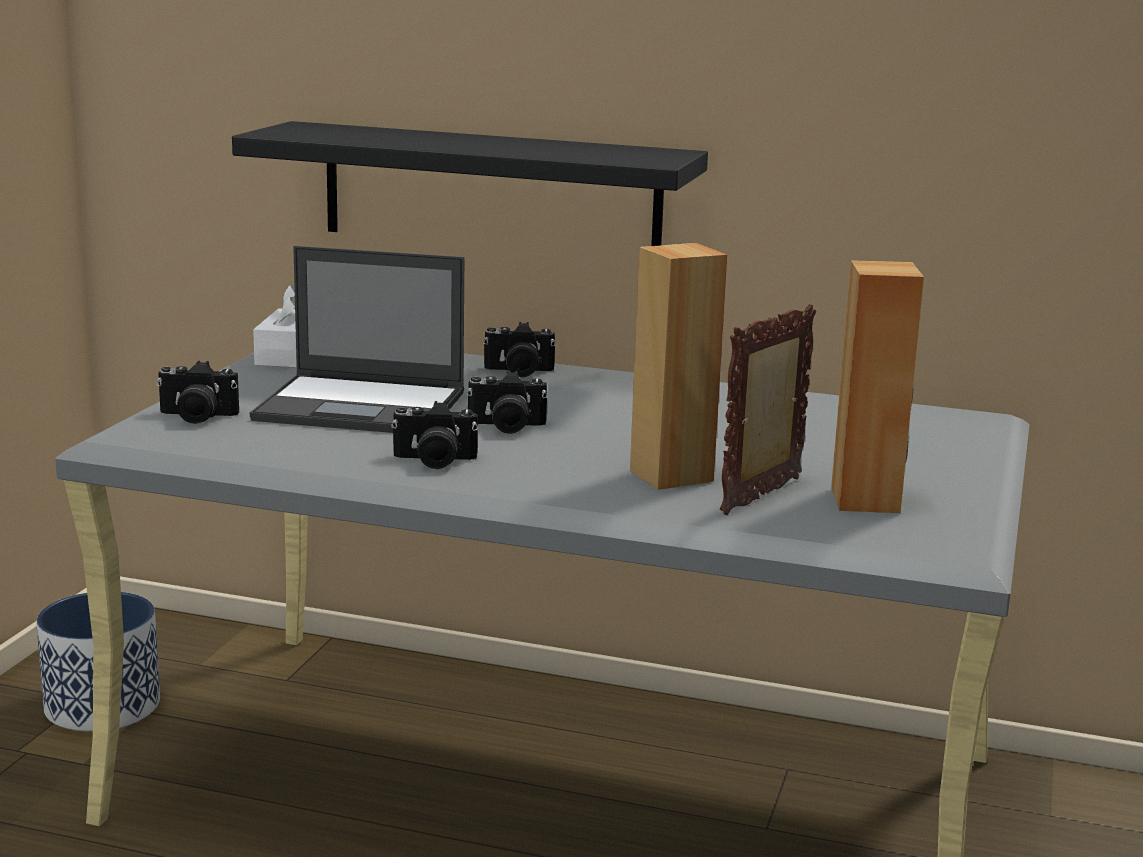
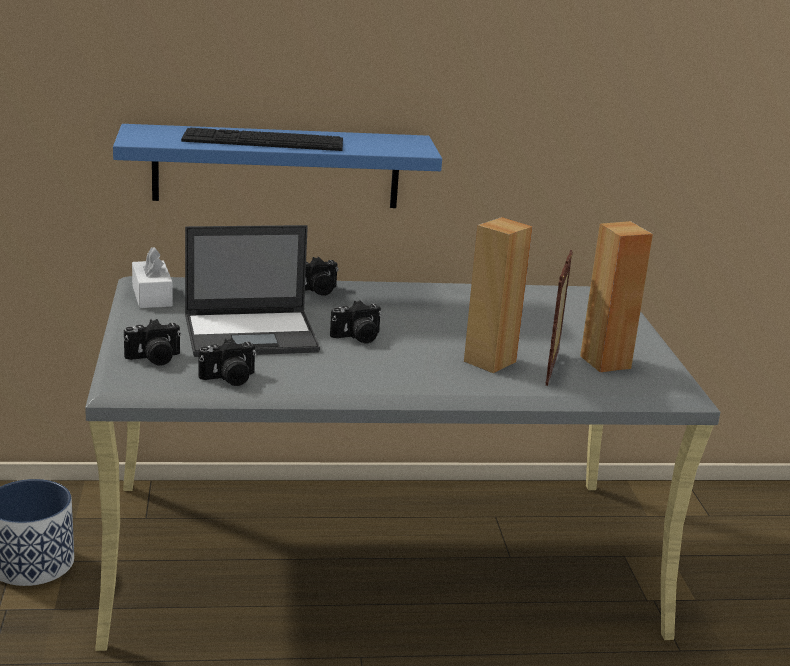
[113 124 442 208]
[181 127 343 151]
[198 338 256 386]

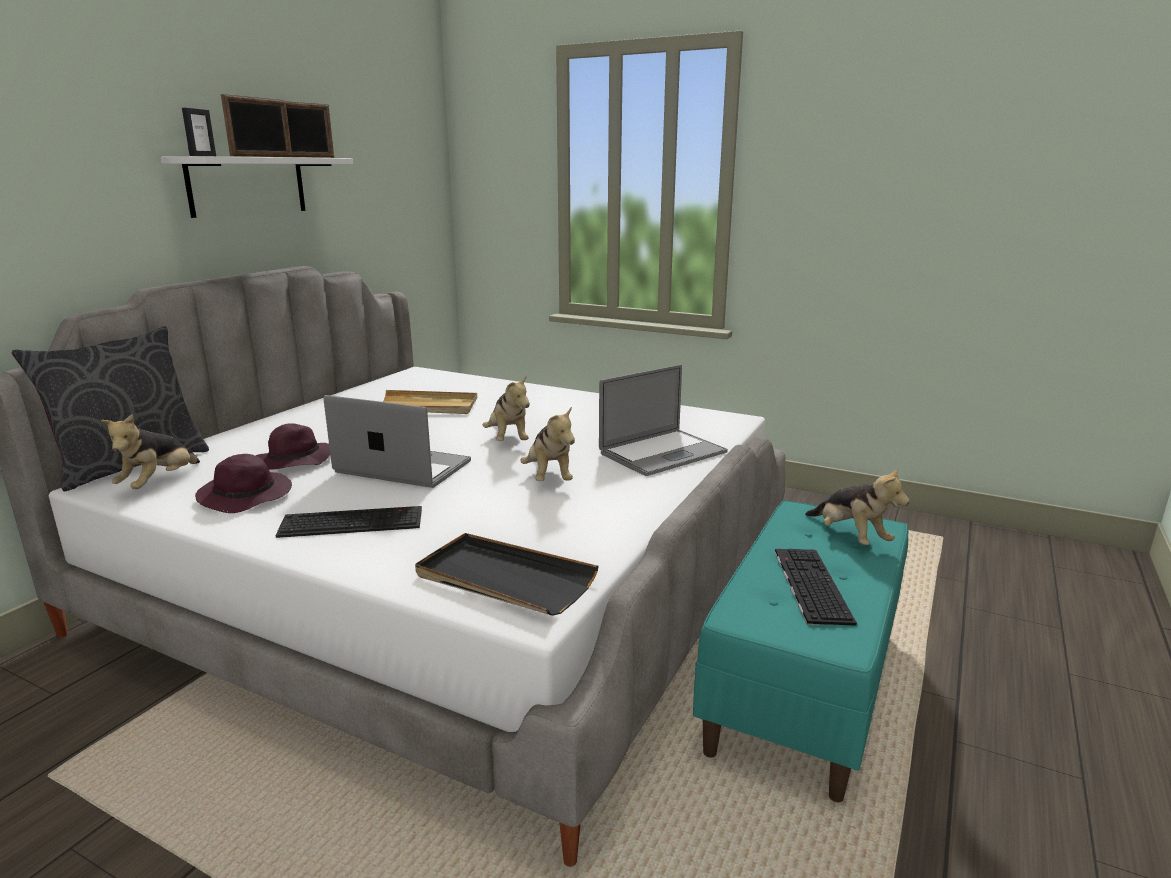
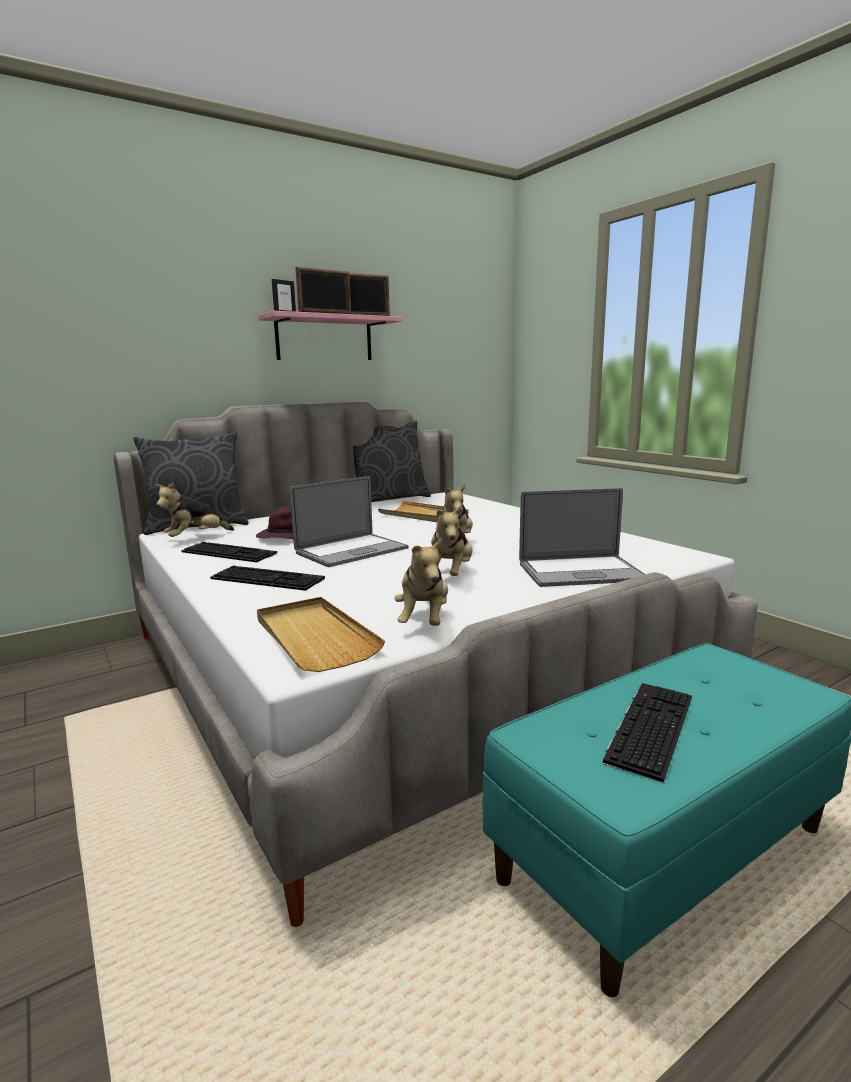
[181 542 277 562]
[257 597 385 672]
[258 311 403 360]
[290 476 409 567]
[353 420 431 502]
[394 537 448 626]

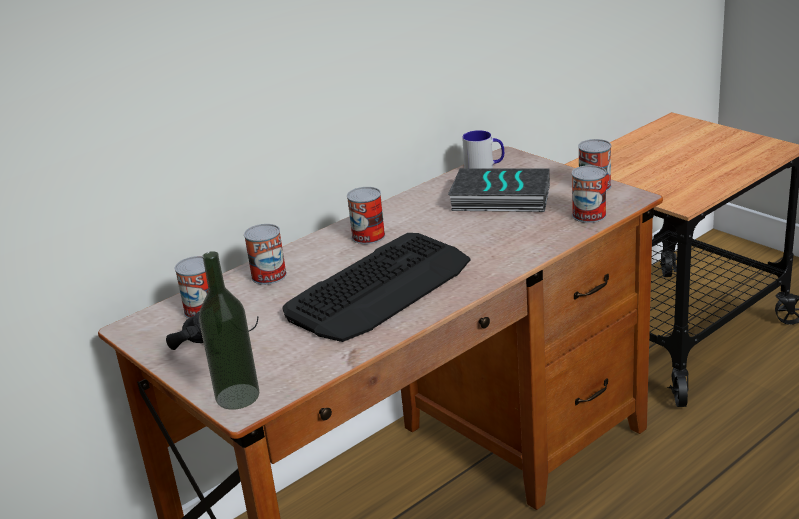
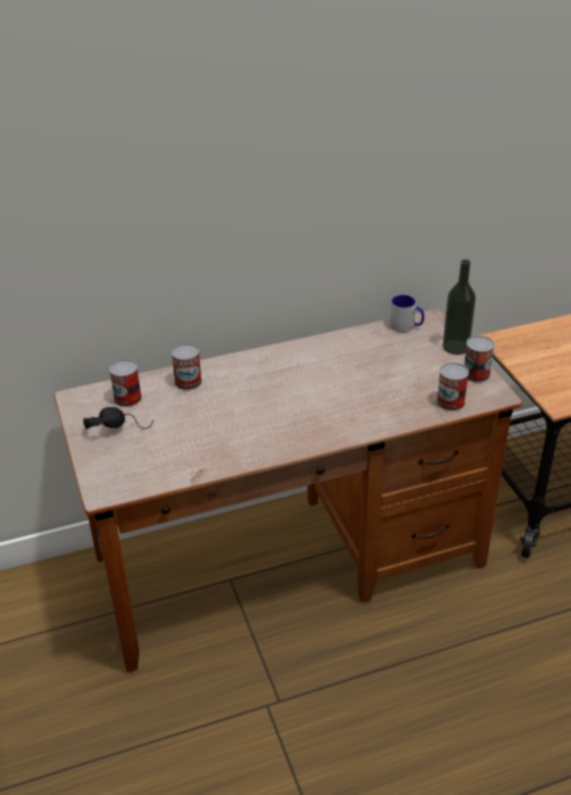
[443 259 476 355]
[282 233 470 342] (first image)
[347 187 385 244] (first image)
[448 168 550 212] (first image)

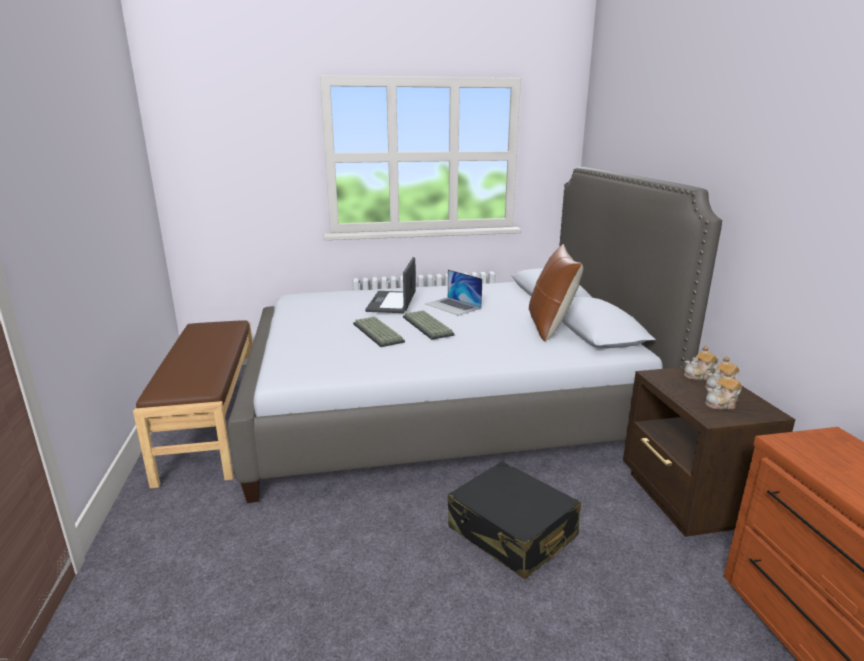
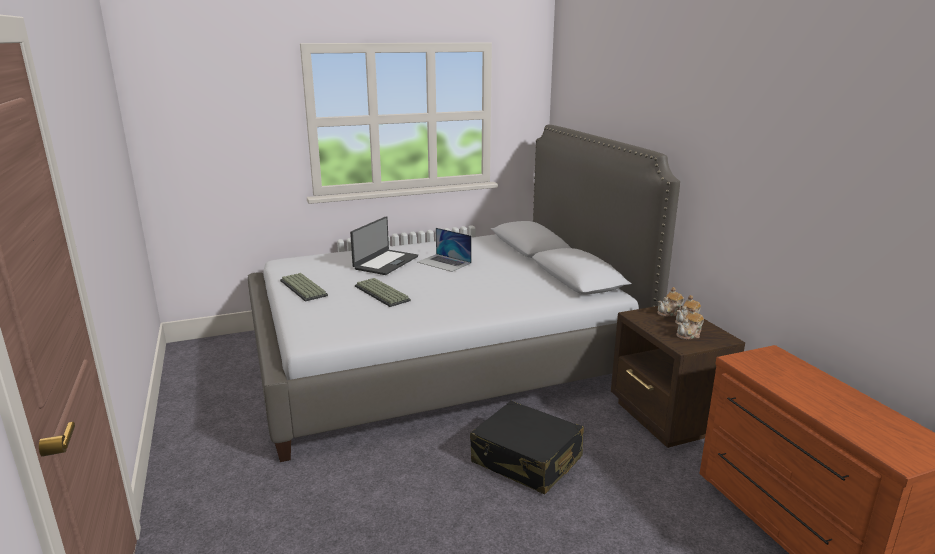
[280 273 328 301]
[350 216 418 275]
[133 320 253 488] (first image)
[529 244 583 342] (first image)

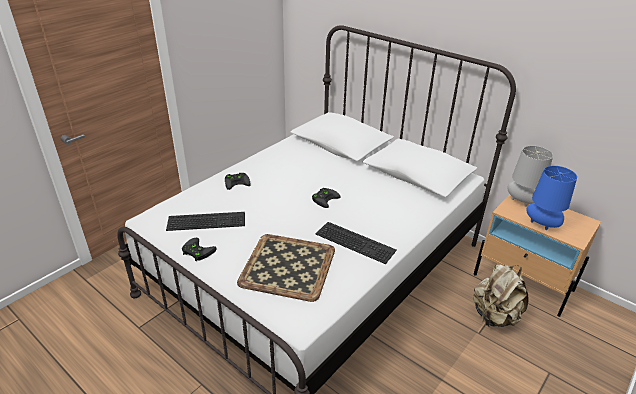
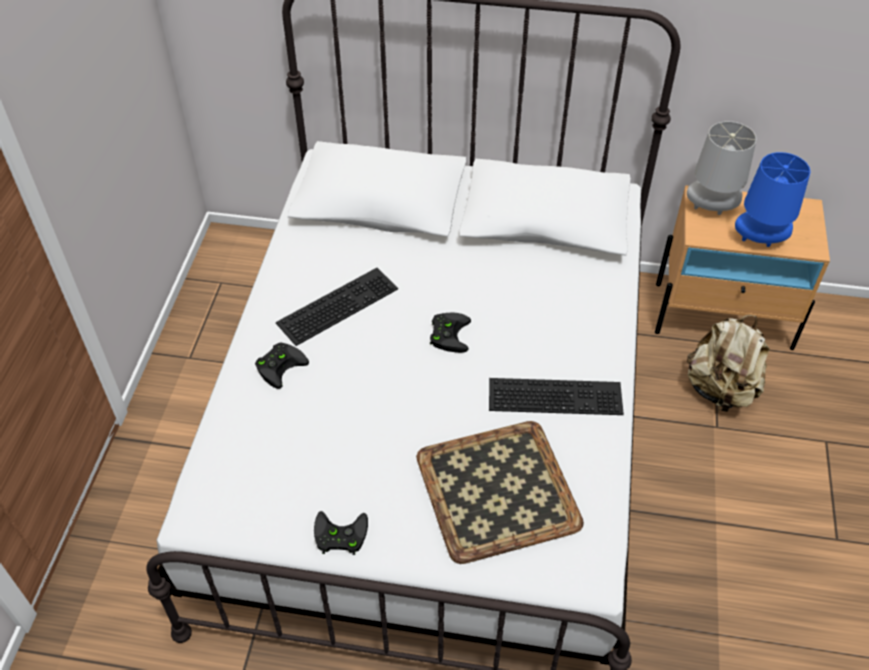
[276 268 398 346]

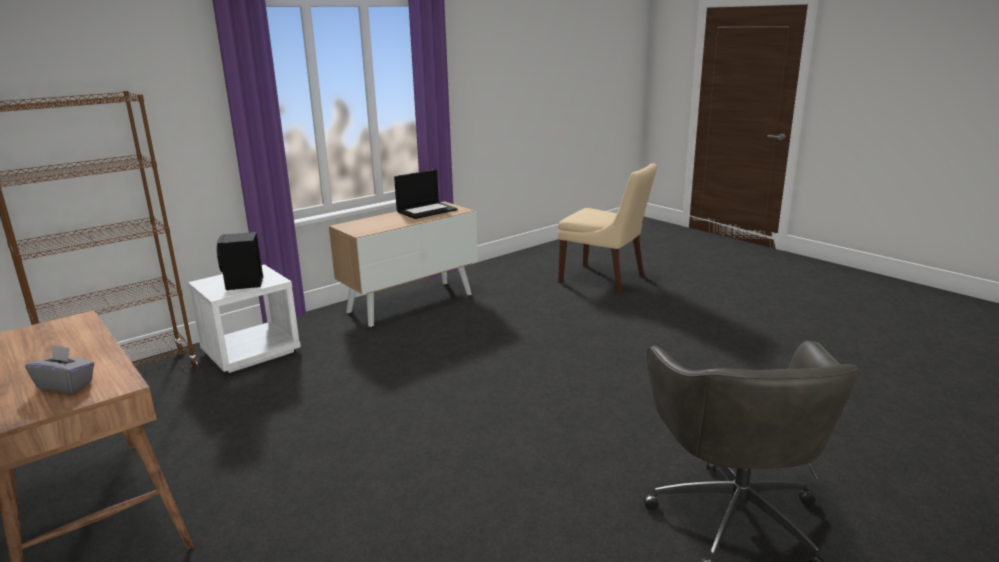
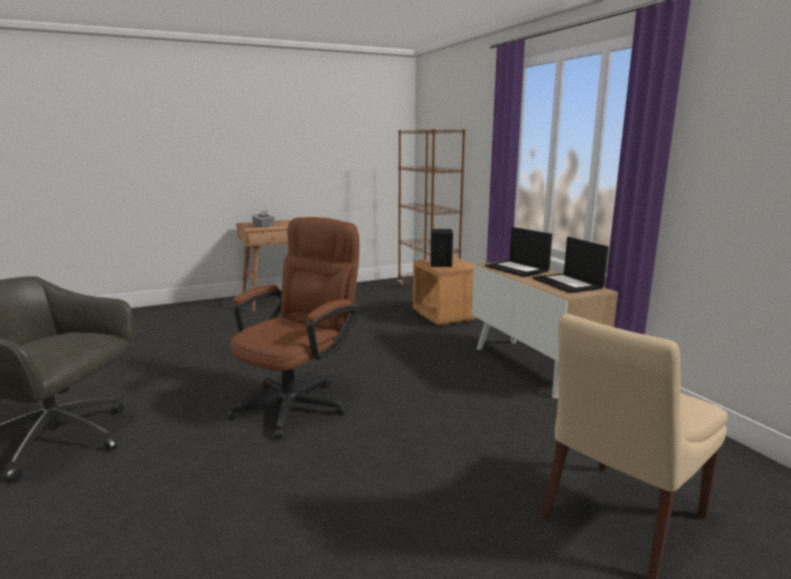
[228 217 360 439]
[413 257 476 326]
[485 227 552 277]

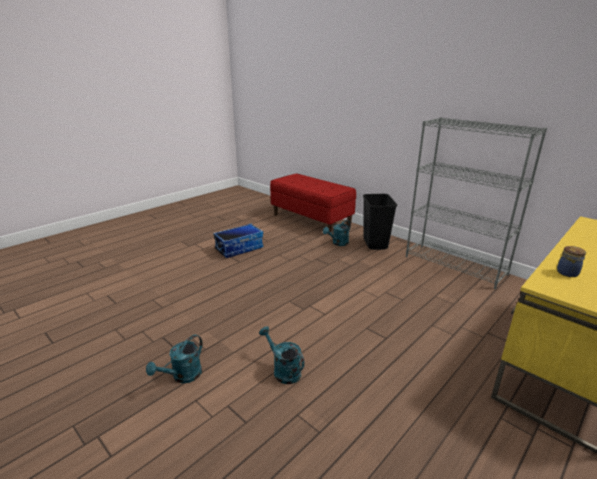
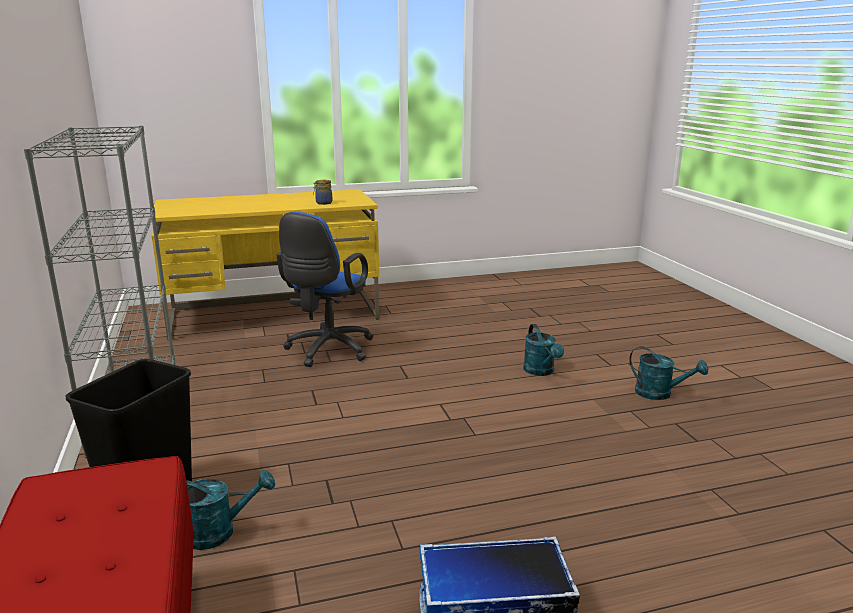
[277 211 374 367]
[629 346 708 400]

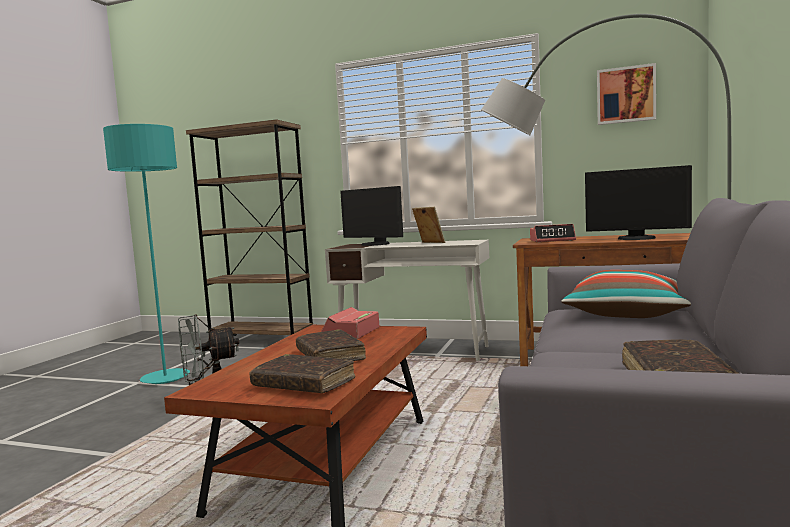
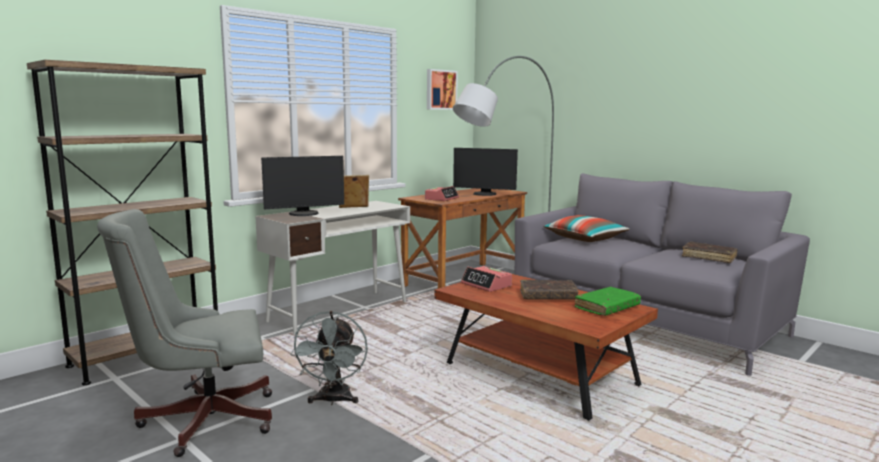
[97 209 272 457]
[453 148 518 196]
[575 287 641 316]

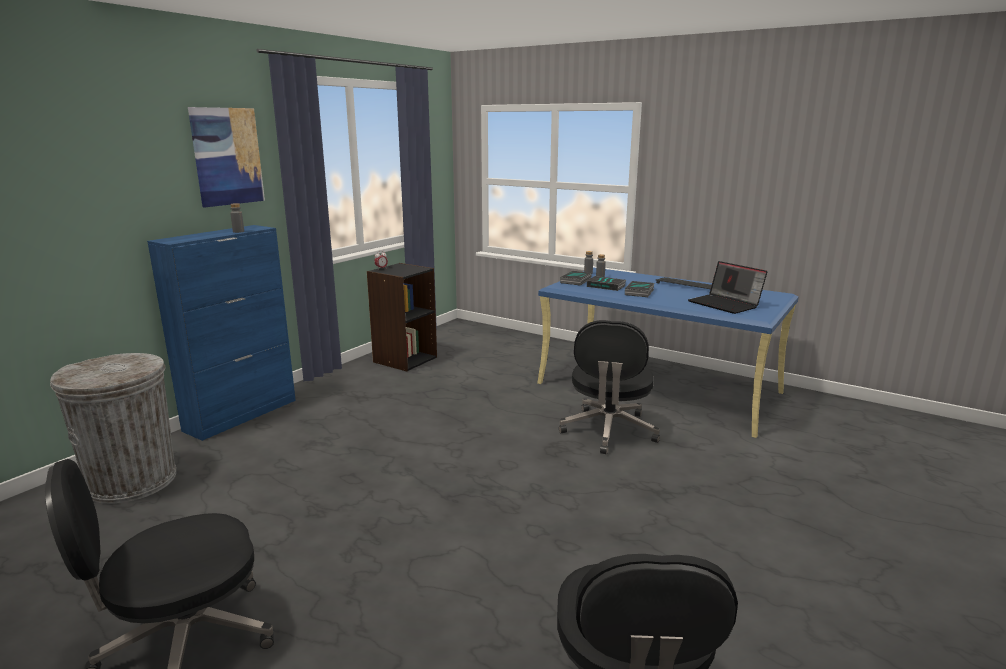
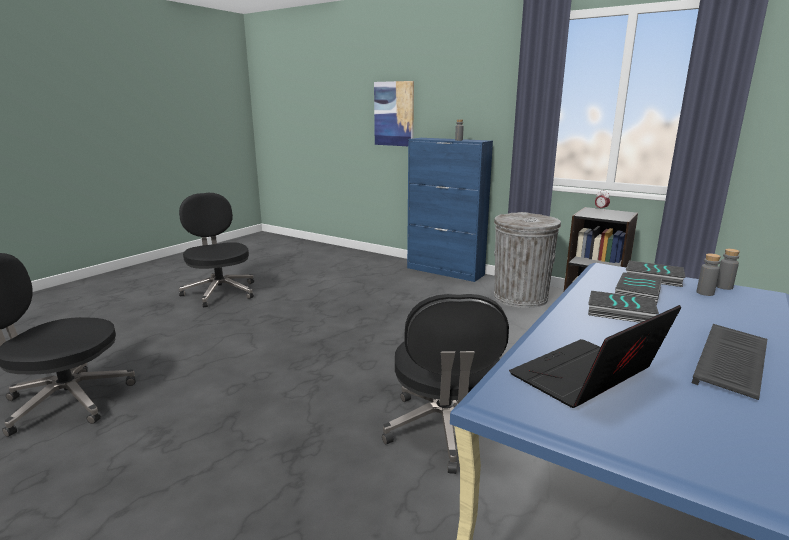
[374 81 414 146]
[382 294 509 474]
[494 212 561 308]

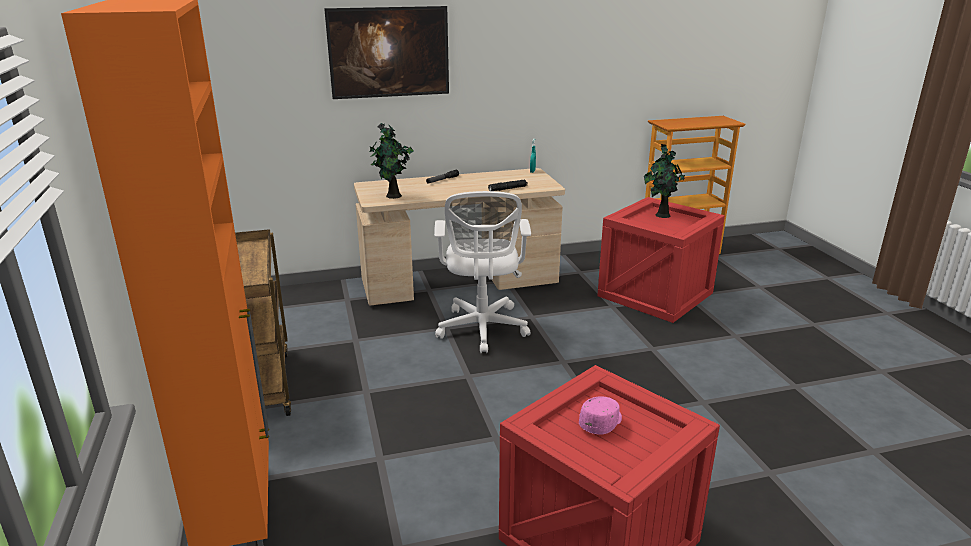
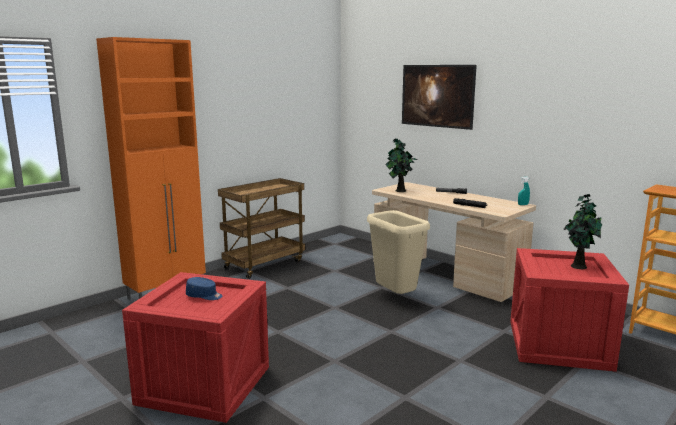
[186 277 222 300]
[367 210 430 294]

